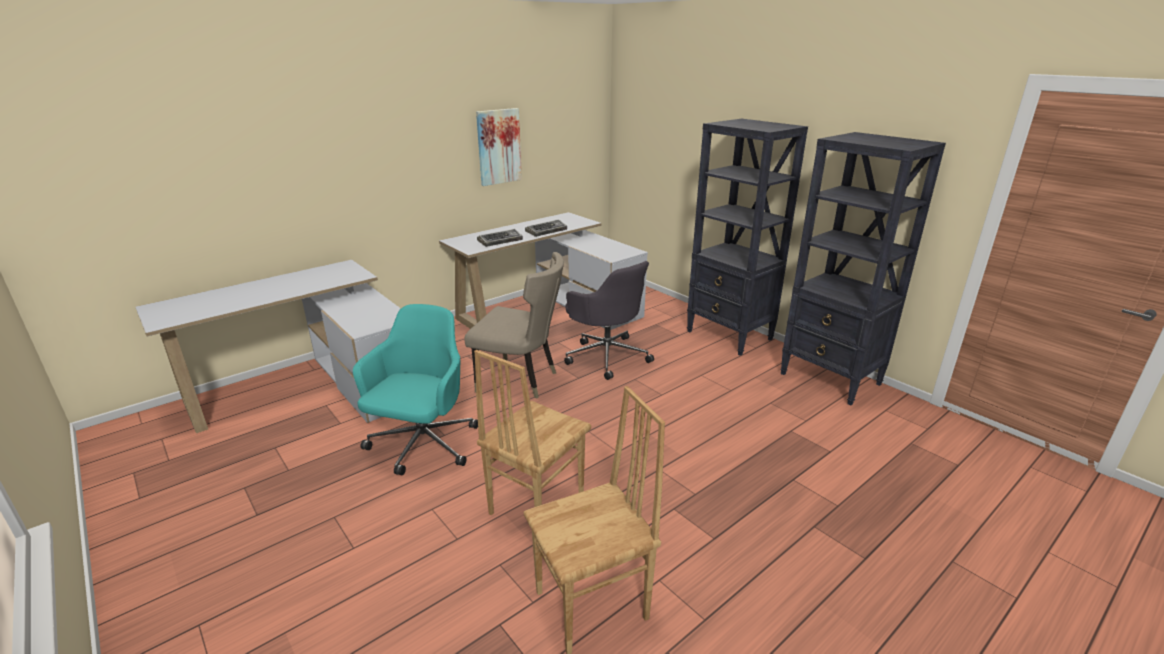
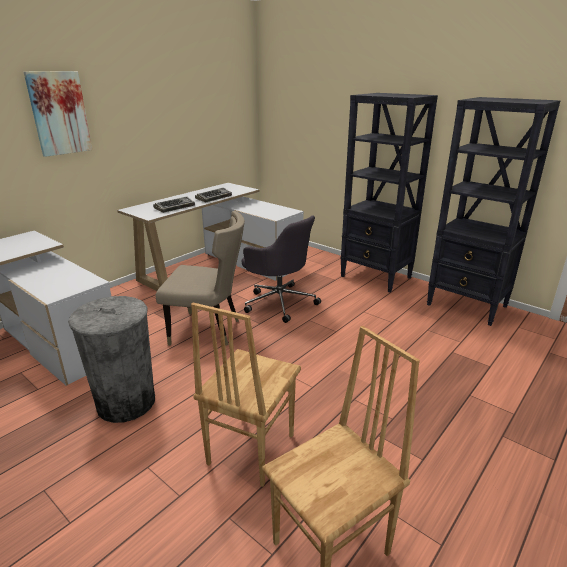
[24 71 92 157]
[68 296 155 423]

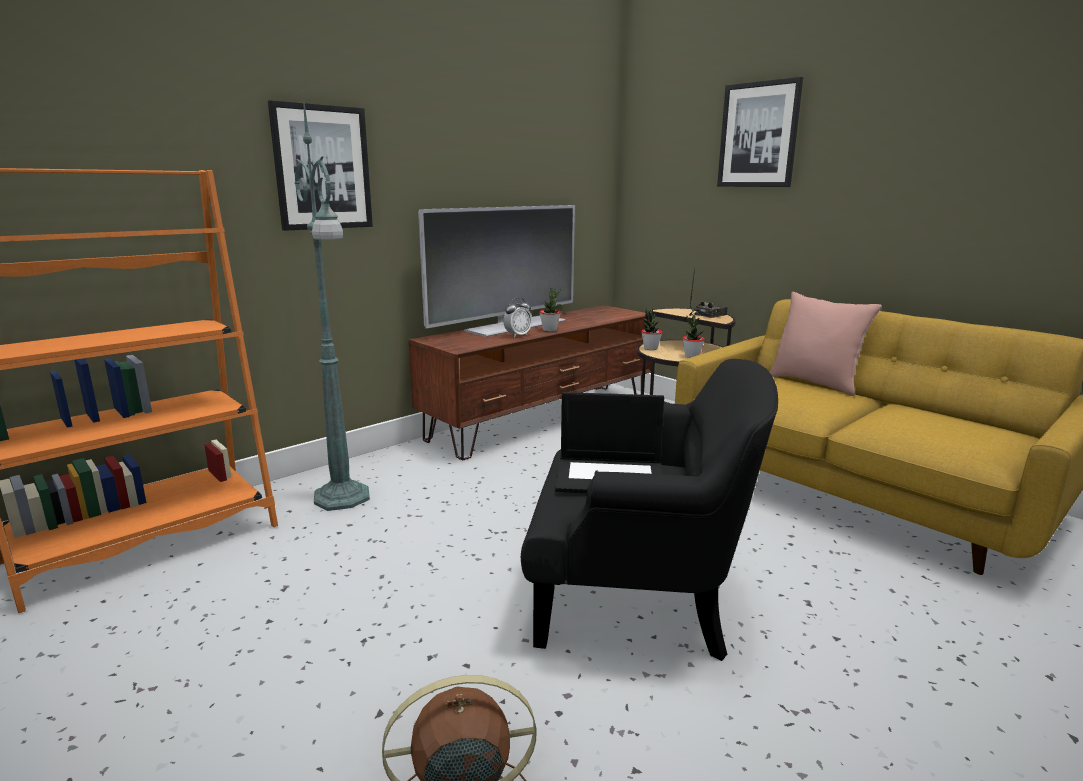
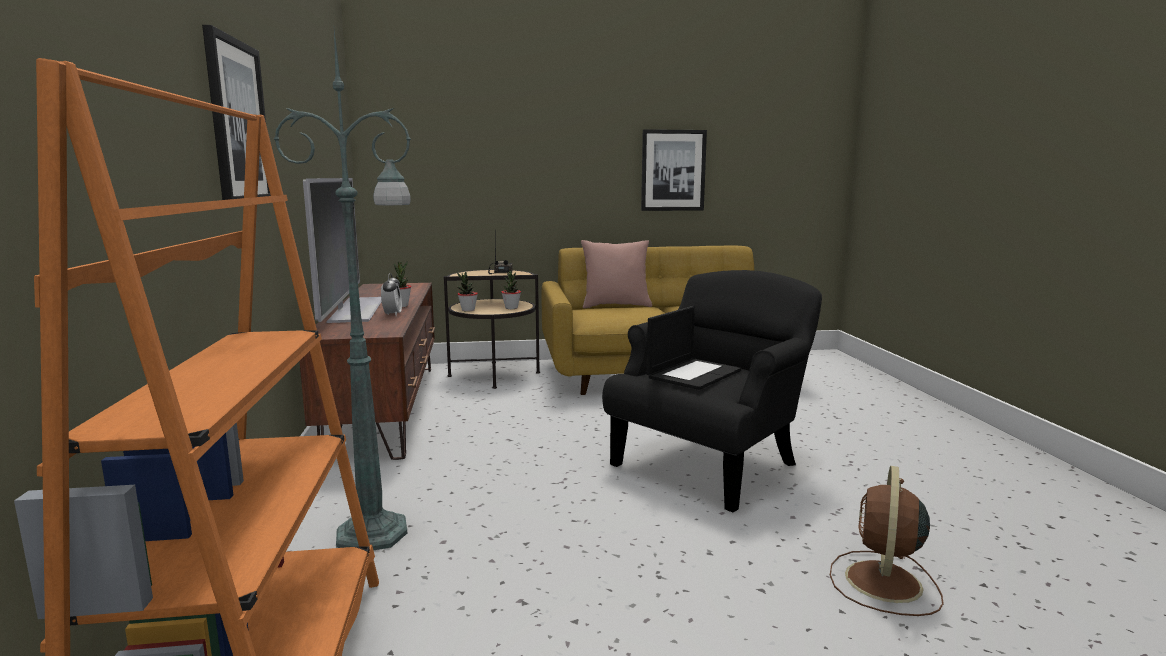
[641 129 707 211]

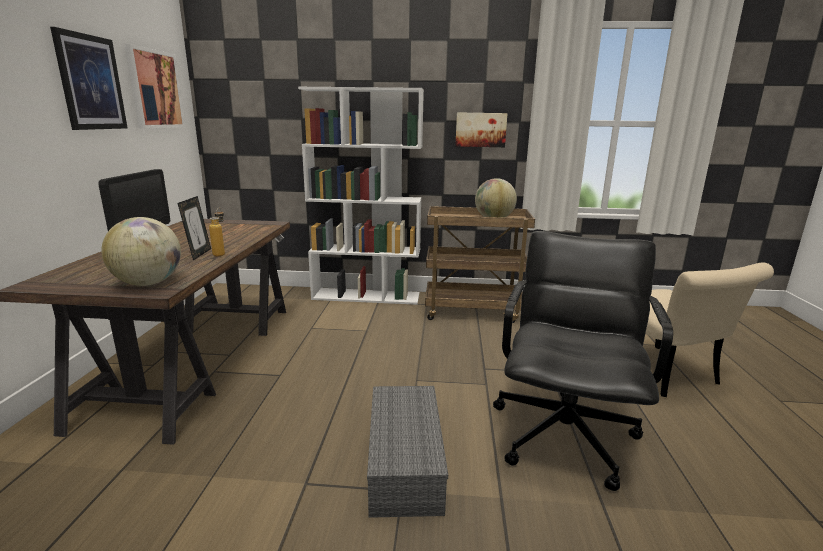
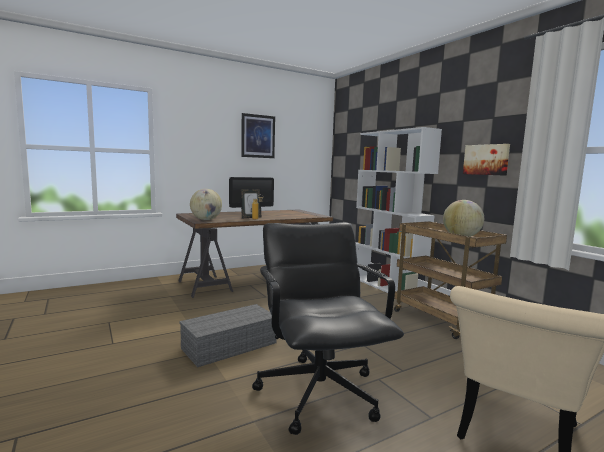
[252 222 404 435]
[125 44 185 129] (first image)

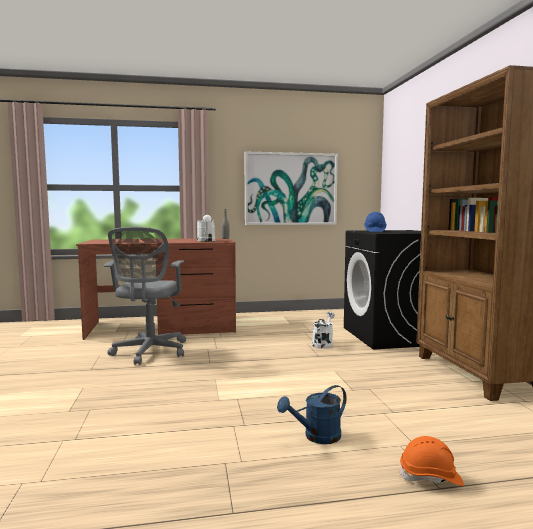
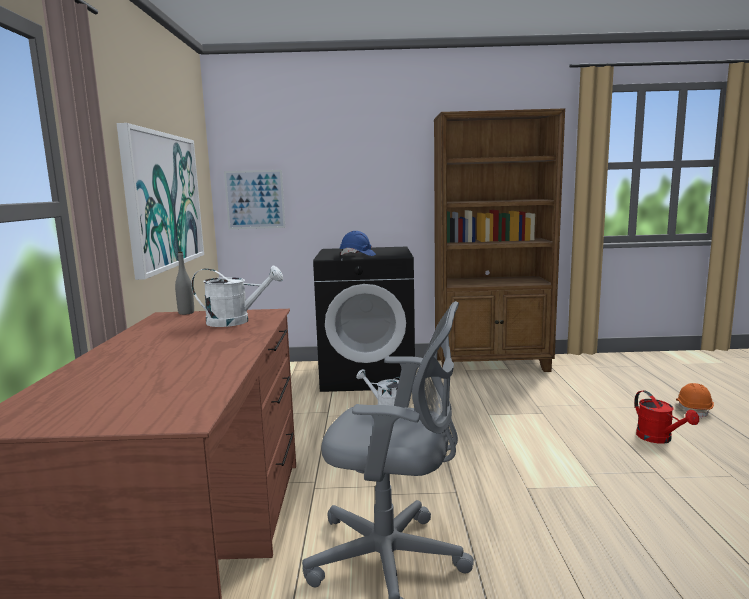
[224 170 285 229]
[634 390 699 444]

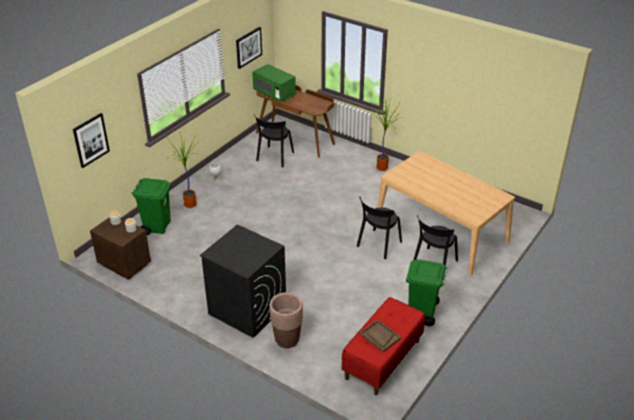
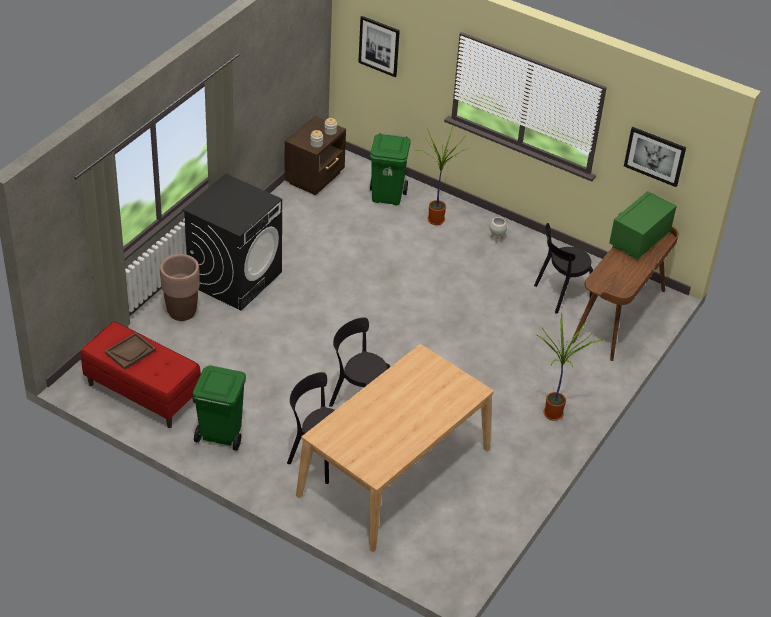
[534 223 593 314]

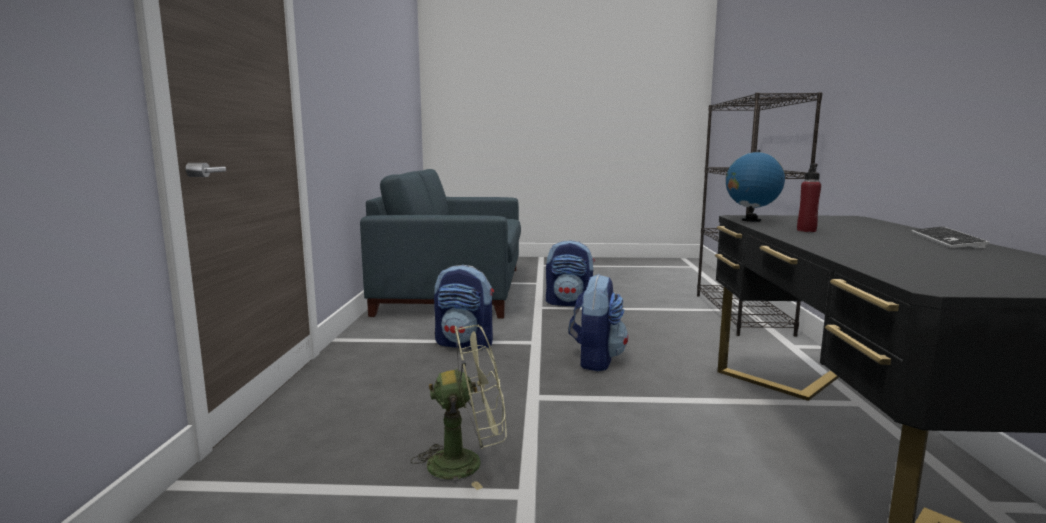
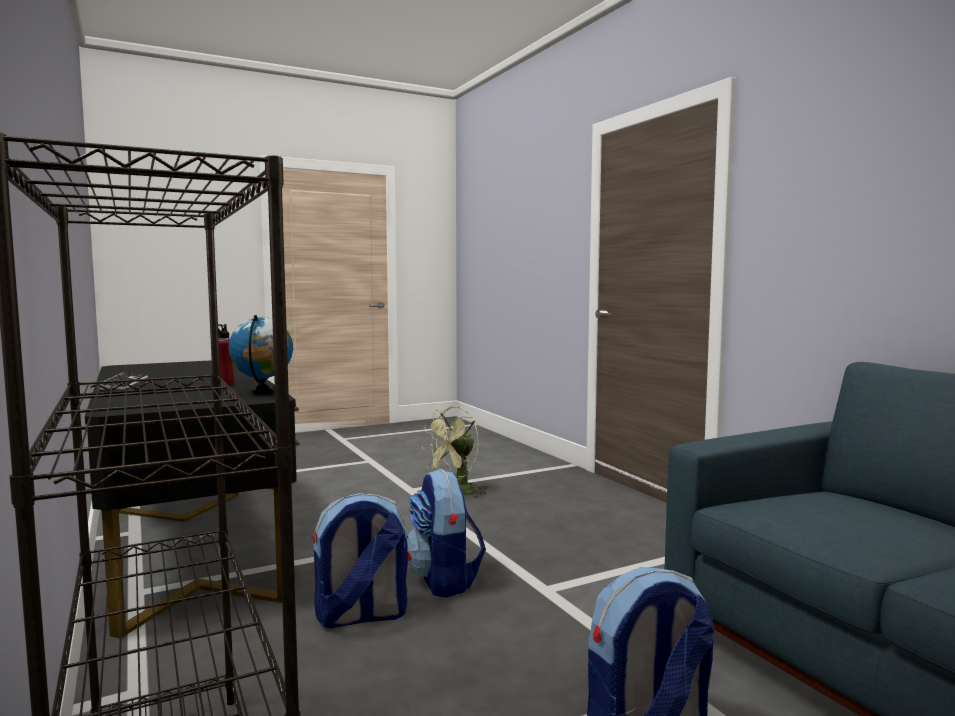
[311 493 408 628]

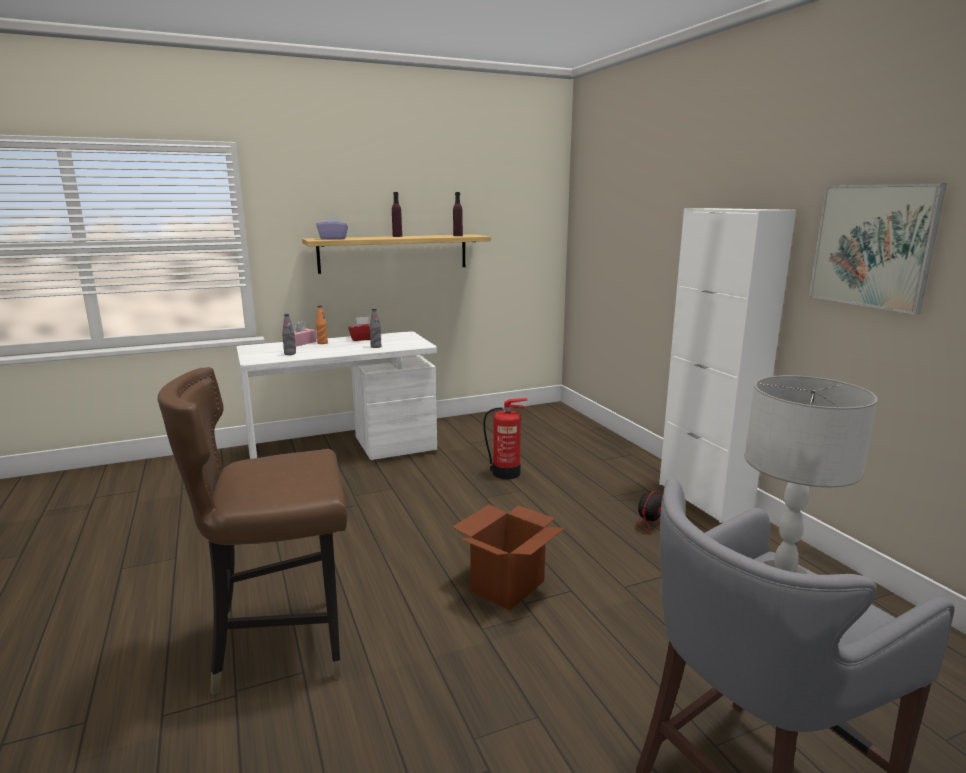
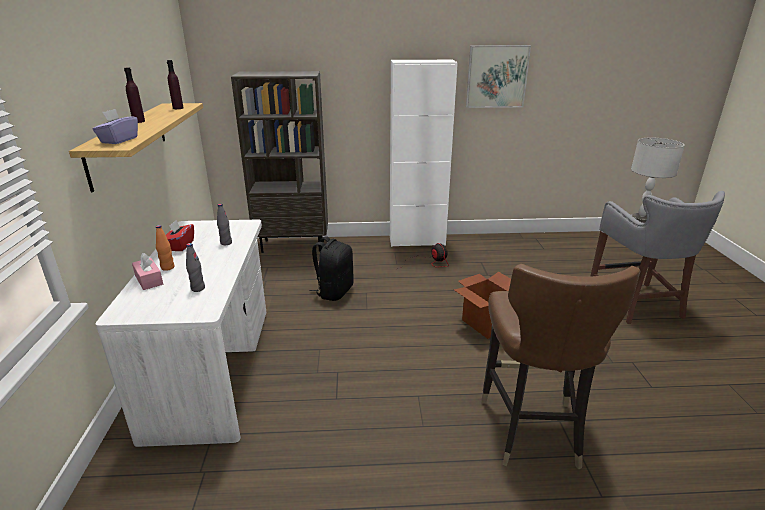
[231 71 328 253]
[310 236 354 301]

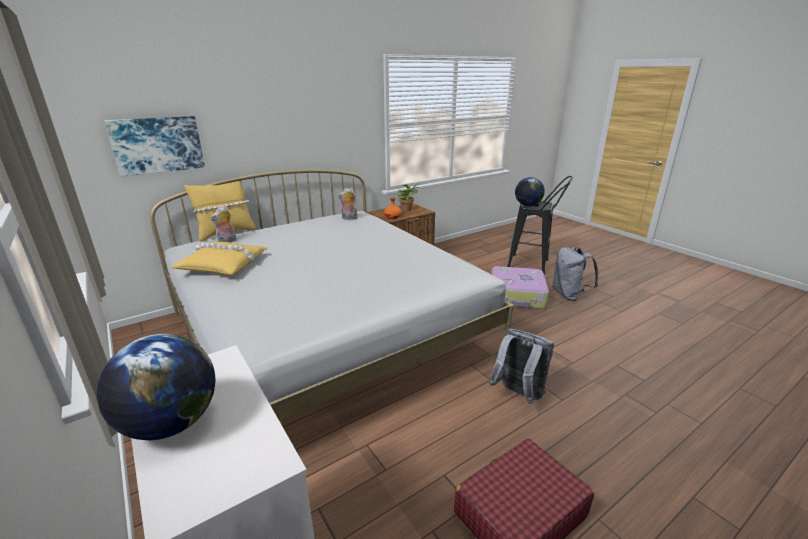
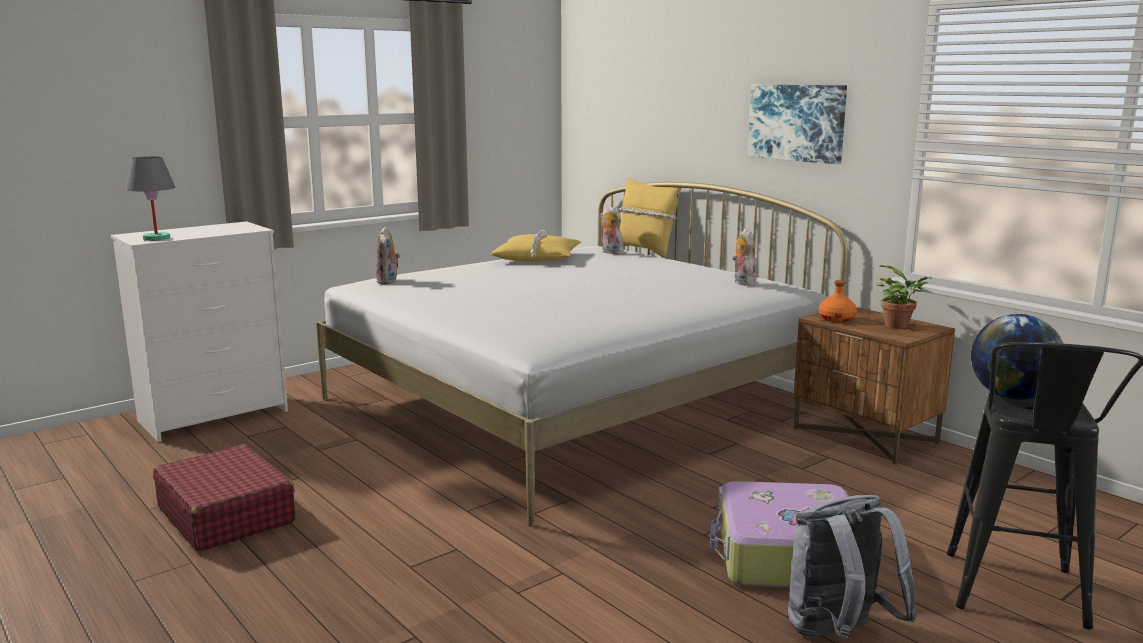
[125 156 176 241]
[376 227 400 284]
[748 85 847 164]
[97 334 216 440] (first image)
[489 328 554 404] (first image)

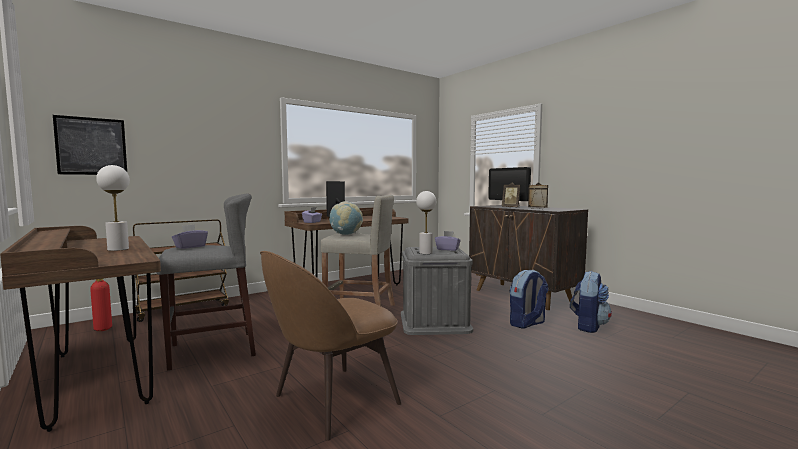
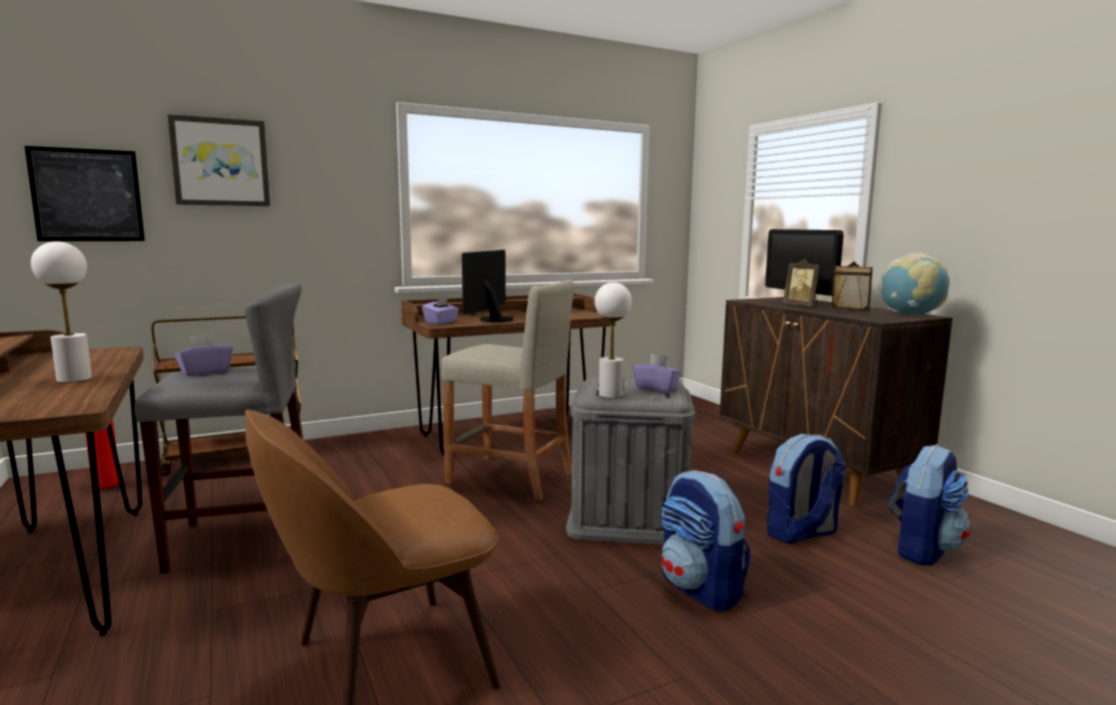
[168 114 270 206]
[661 470 750 611]
[879 253 949 315]

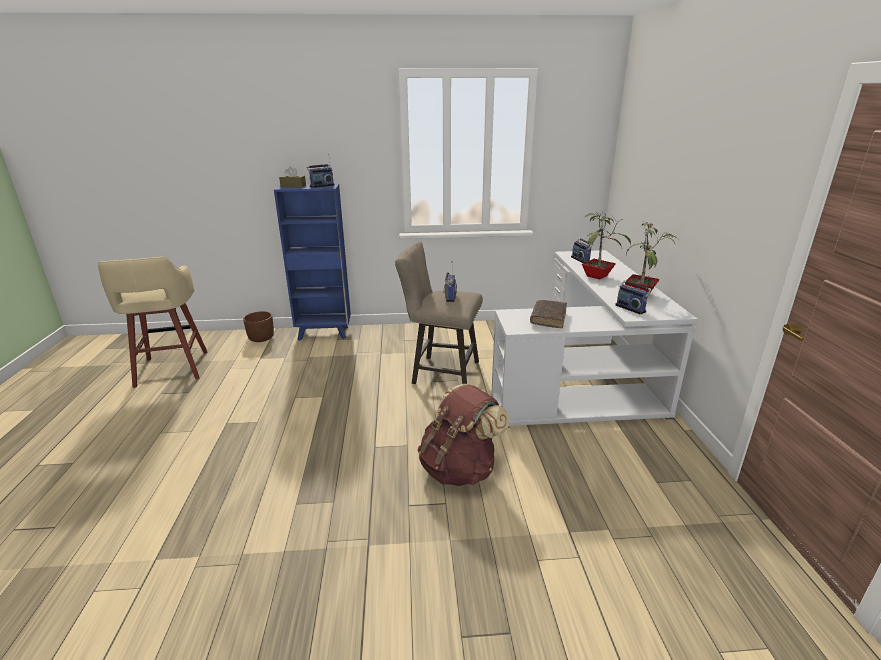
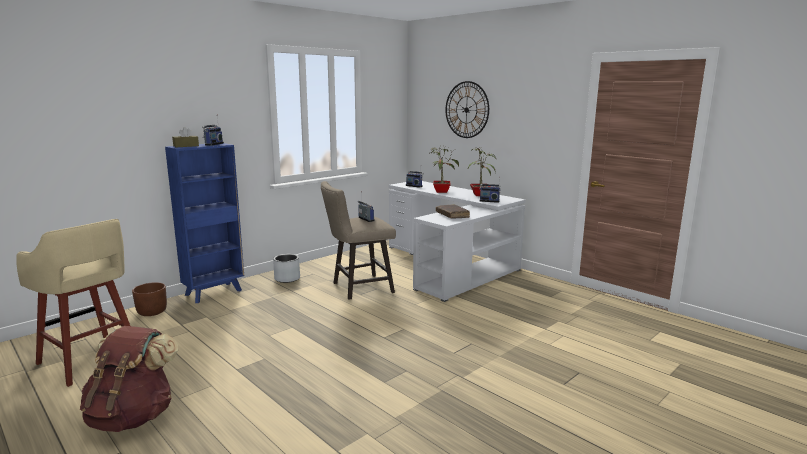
[80 326 178 432]
[273 254 300 283]
[445 81 489 138]

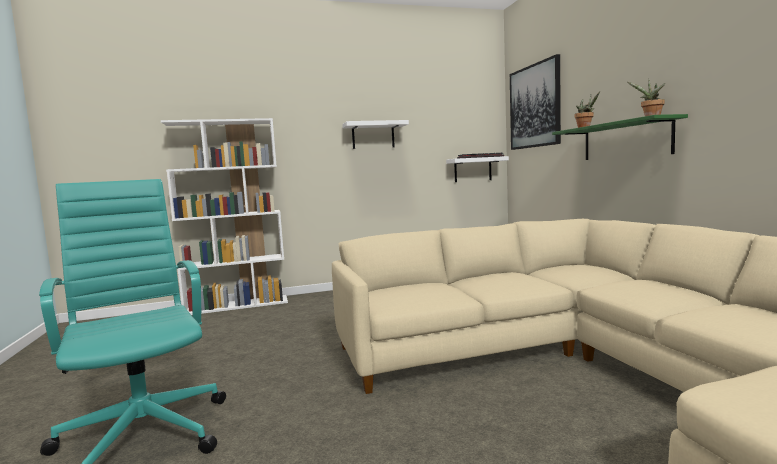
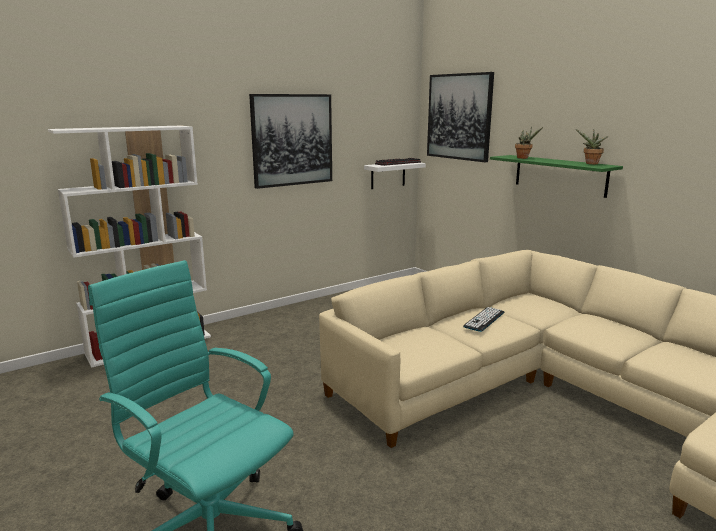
[249 94 332 189]
[463 307 504 332]

